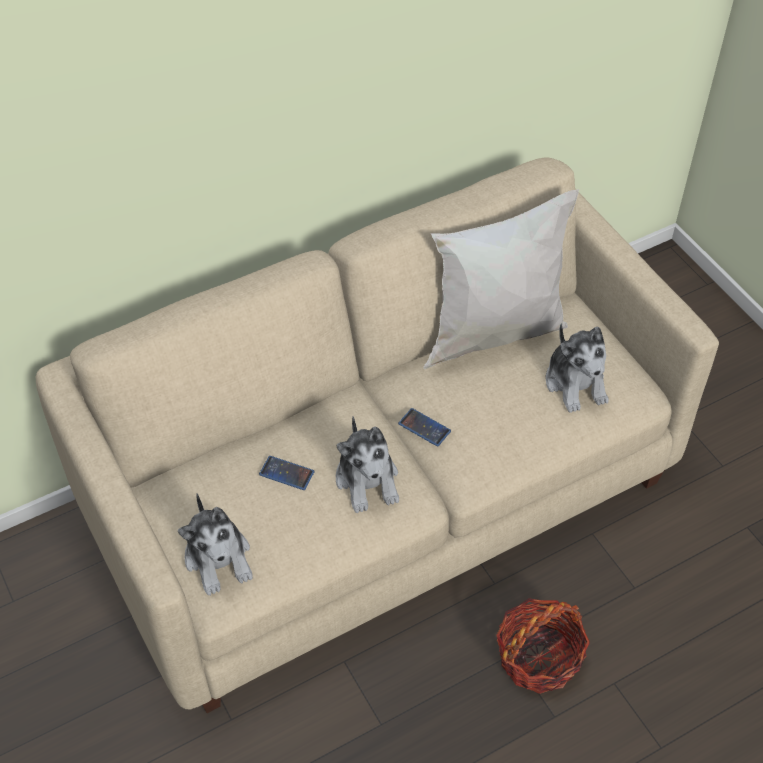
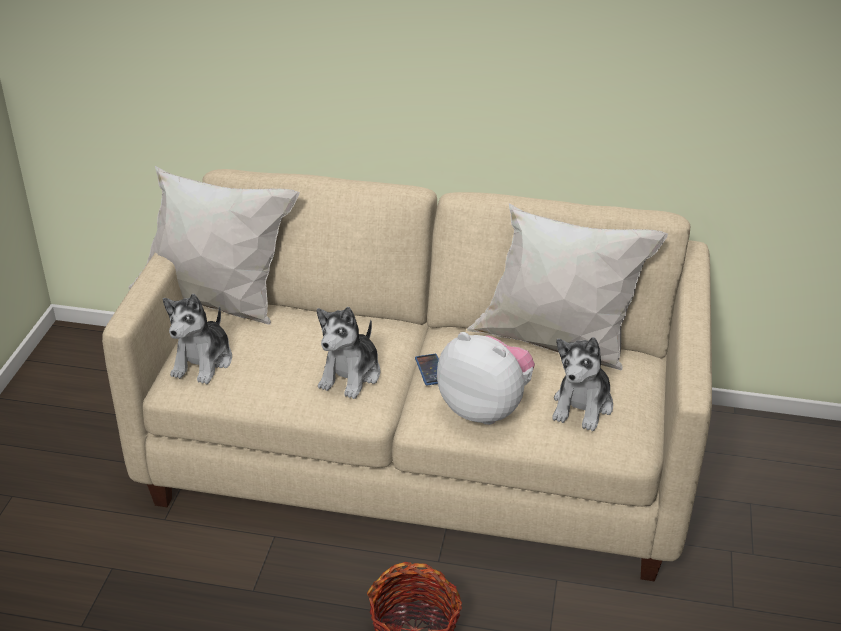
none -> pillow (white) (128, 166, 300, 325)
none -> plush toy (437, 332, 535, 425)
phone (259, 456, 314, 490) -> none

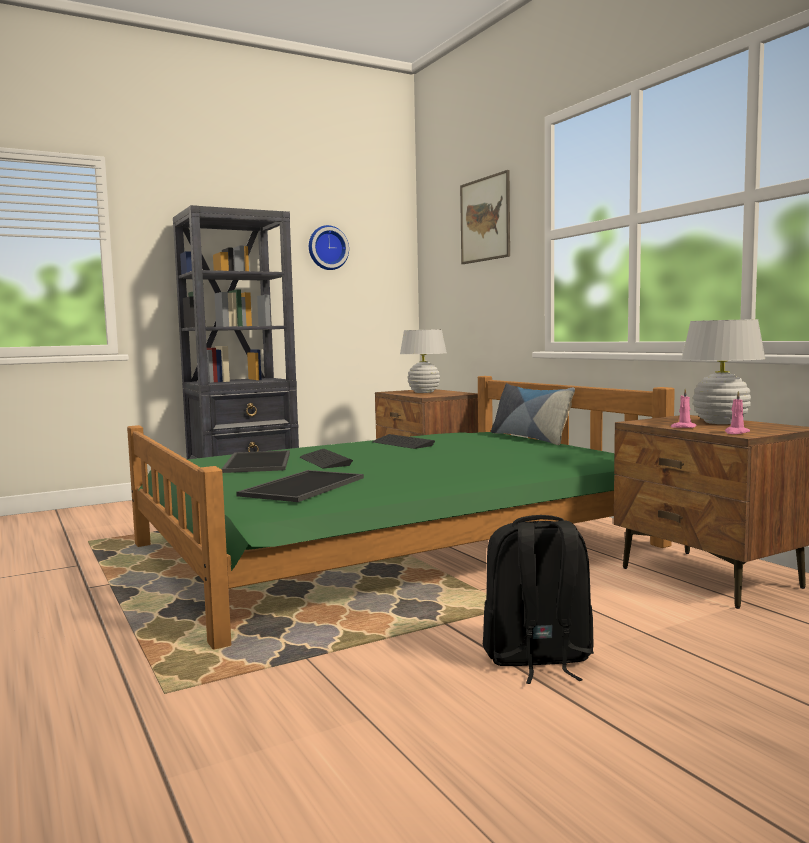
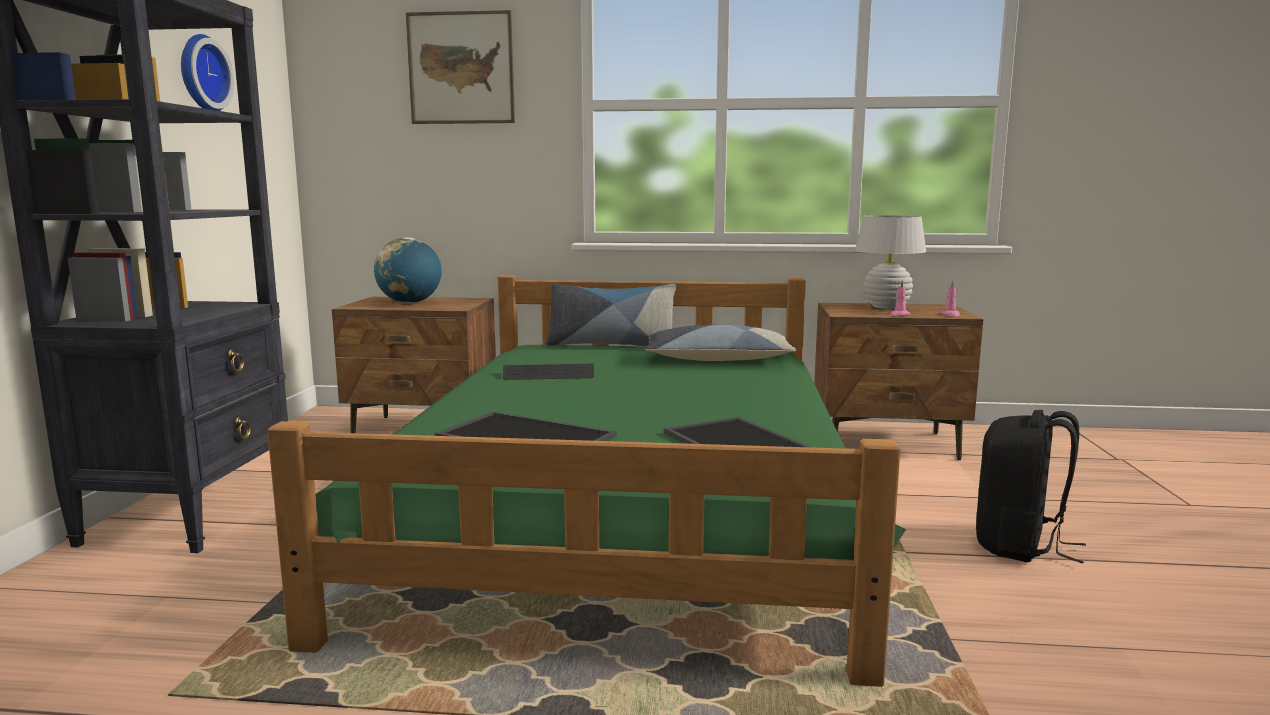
table lamp (white) (400, 329, 447, 393) -> globe (374, 237, 442, 303)
none -> pillow (645, 325, 796, 361)
keyboard (299, 449, 353, 468) -> none

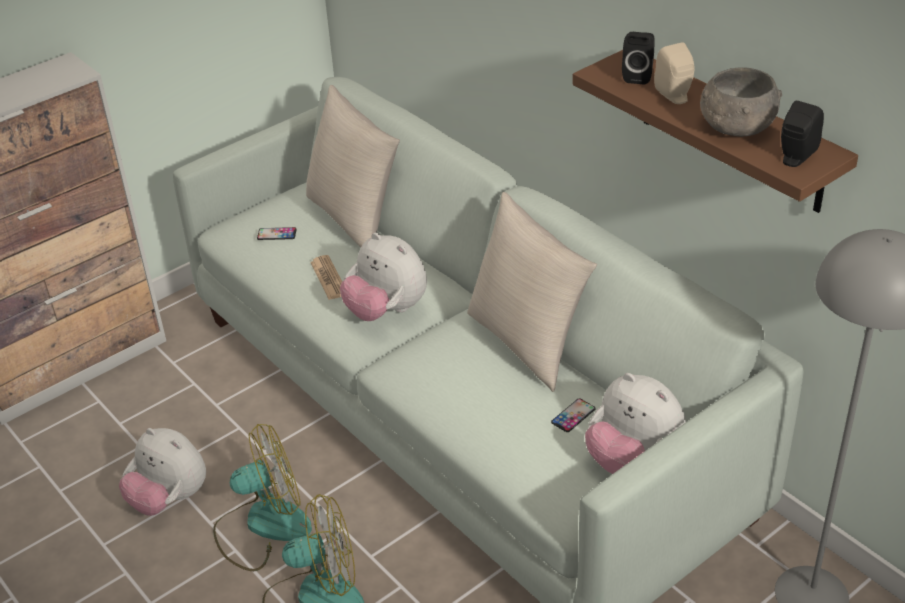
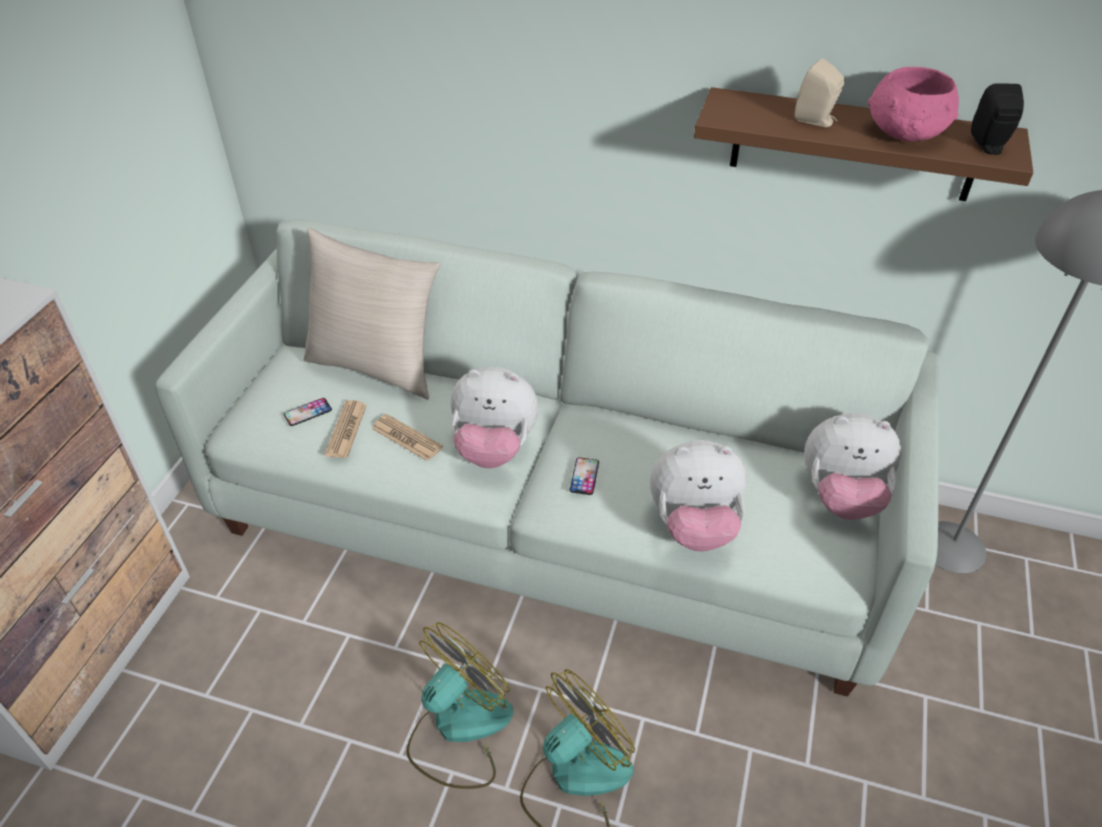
none -> newspaper (324, 400, 367, 458)
phone (551, 398, 596, 432) -> phone (570, 457, 599, 495), relocated
plush toy (119, 428, 206, 516) -> plush toy (650, 440, 747, 552), relocated
bowl (grey) (700, 67, 782, 137) -> bowl (pink) (868, 67, 959, 142)
pillow (beige) (467, 192, 597, 392) -> none
speaker (black) (622, 32, 655, 85) -> none

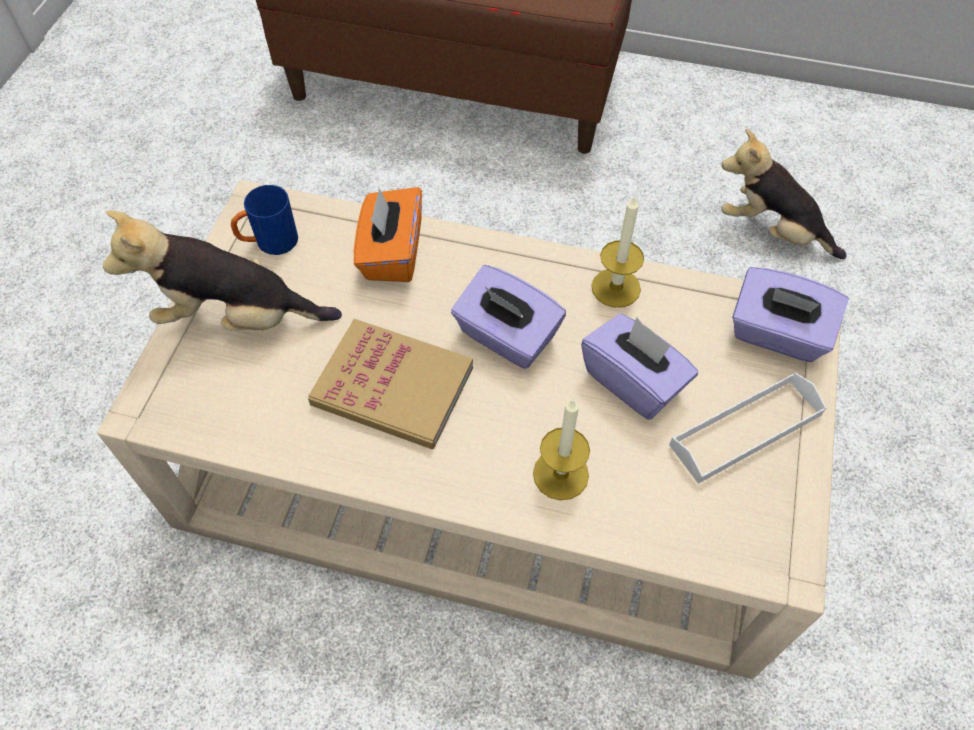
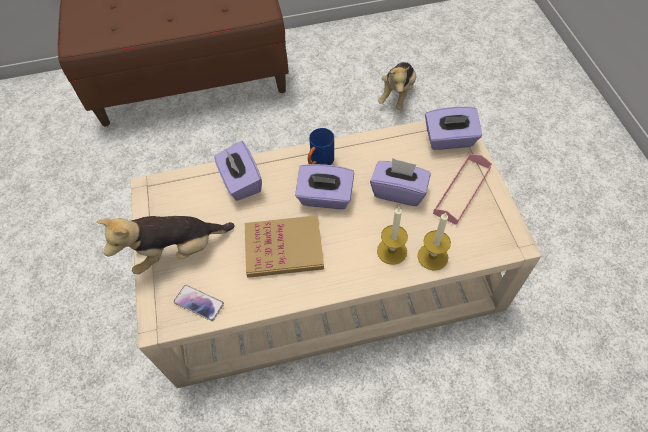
none -> phone (174, 285, 224, 321)
tissue box (orange) (354, 187, 422, 282) -> tissue box (purple) (214, 141, 262, 201)
mug (blue) (231, 185, 298, 255) -> mug (blue) (308, 128, 334, 165), relocated
plush toy (721, 129, 847, 259) -> plush toy (378, 62, 416, 110), 75 degrees counterclockwise
candle (591, 195, 644, 308) -> candle (417, 213, 451, 271), relocated
tray (white) (669, 372, 826, 484) -> tray (pink) (433, 154, 492, 225)

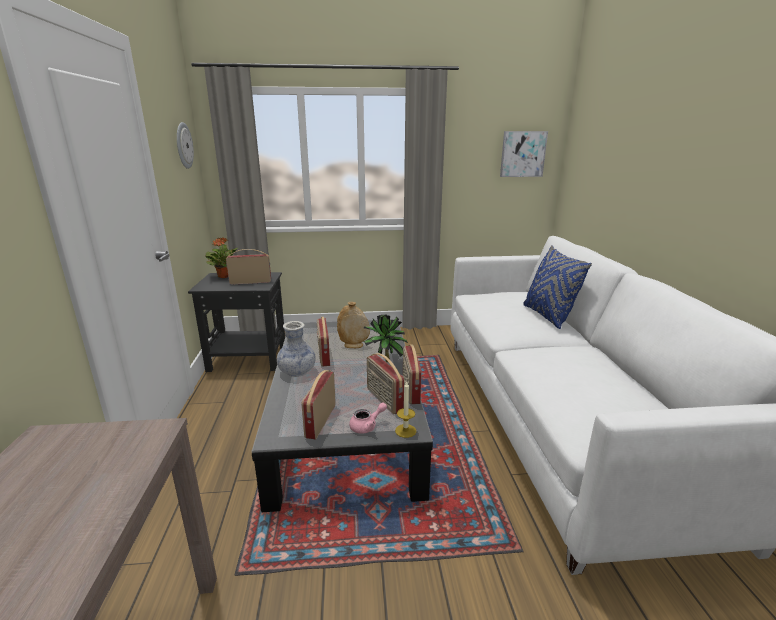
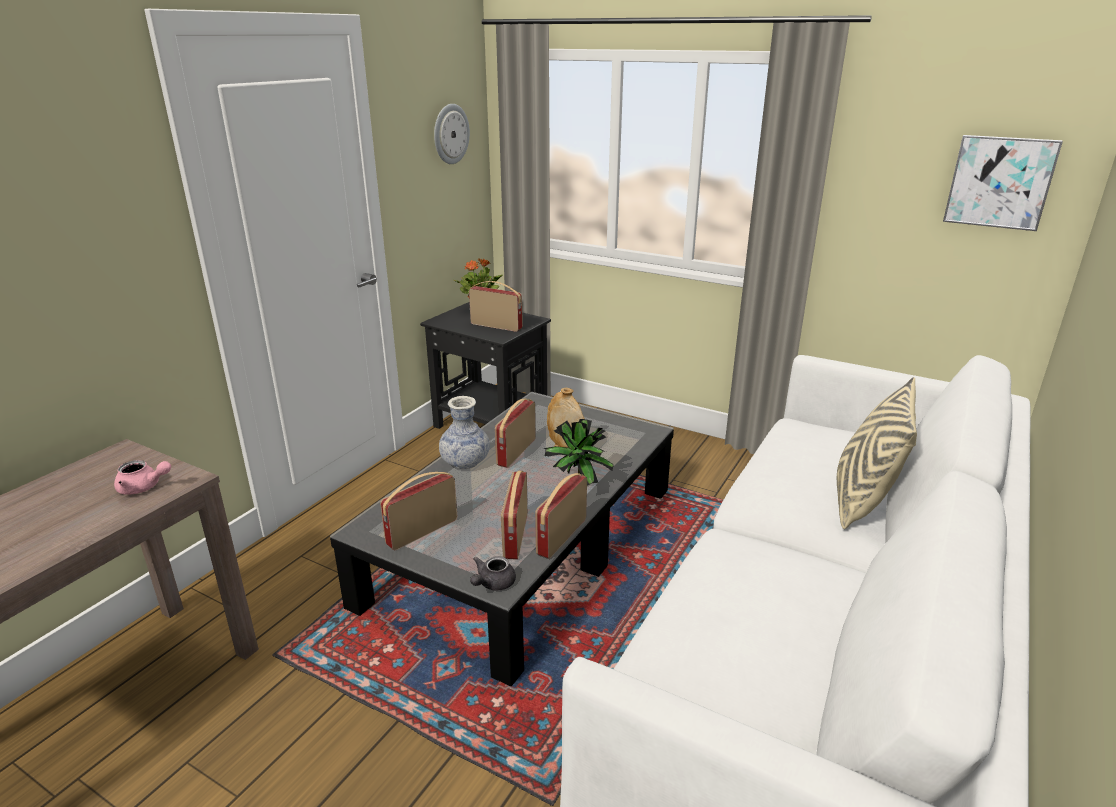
teapot (pink) (349, 403, 387, 434) -> teapot (pink) (114, 460, 171, 495), relocated
candle (395, 382, 416, 438) -> teapot (grey) (470, 556, 516, 591)
pillow (blue) (523, 245, 592, 329) -> pillow (beige) (837, 377, 917, 529)

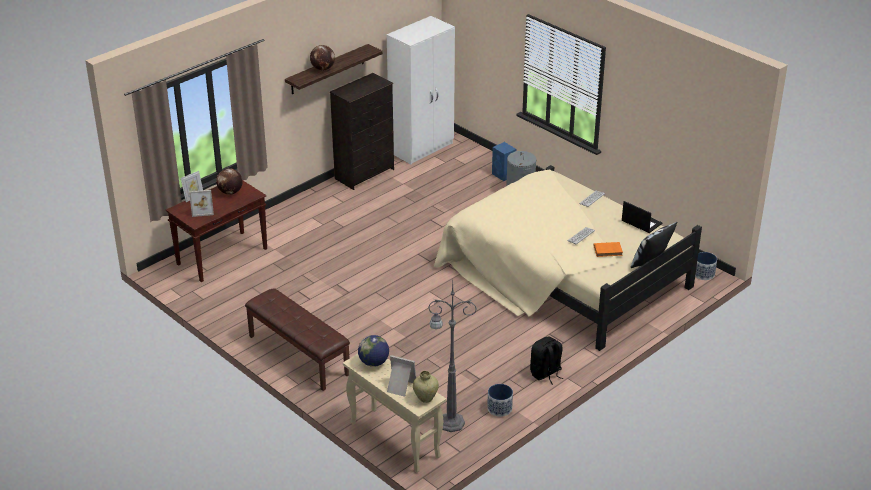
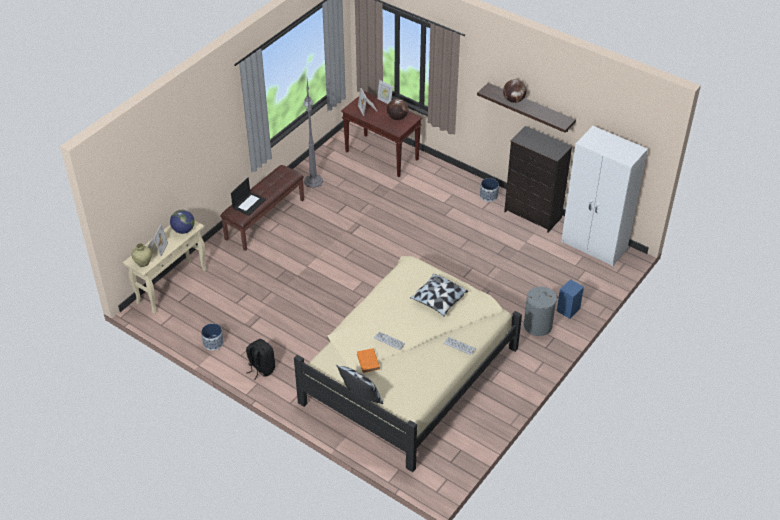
laptop (622, 201, 662, 233) -> laptop (231, 178, 266, 216), relocated
floor lamp (grey) (428, 282, 477, 432) -> floor lamp (grey) (304, 80, 323, 188), relocated
none -> pillow (410, 273, 468, 316)
planter (695, 252, 717, 280) -> planter (480, 178, 499, 202), relocated

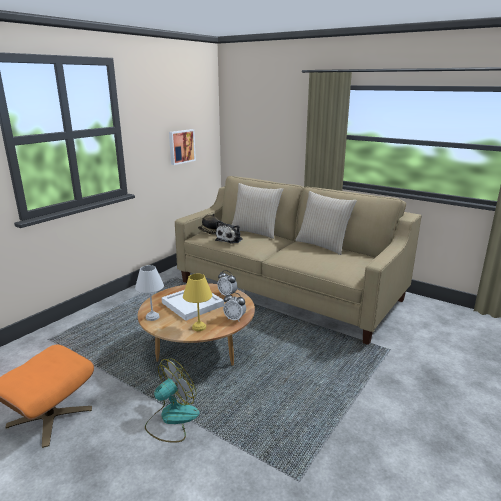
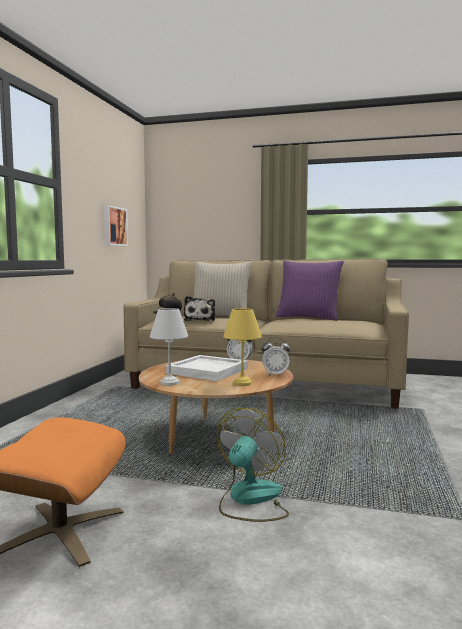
pillow (beige) (295, 191, 357, 255) -> pillow (purple) (276, 261, 344, 321)

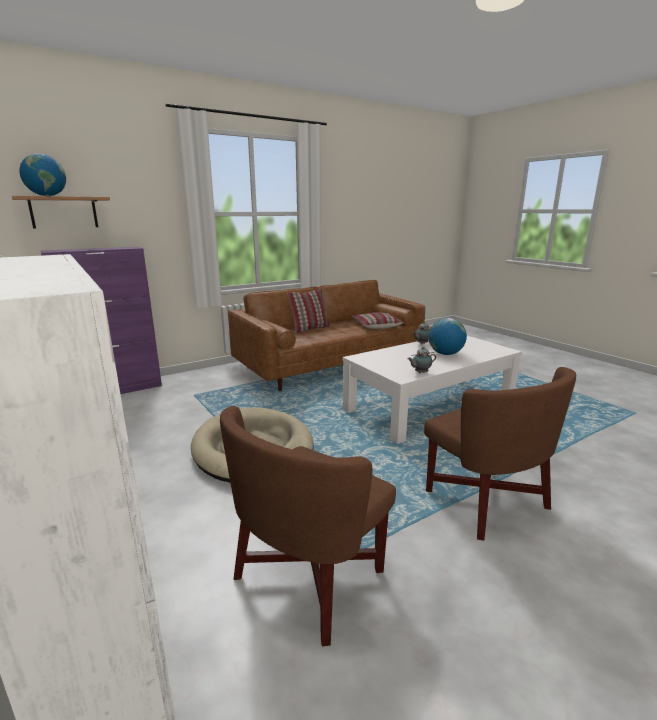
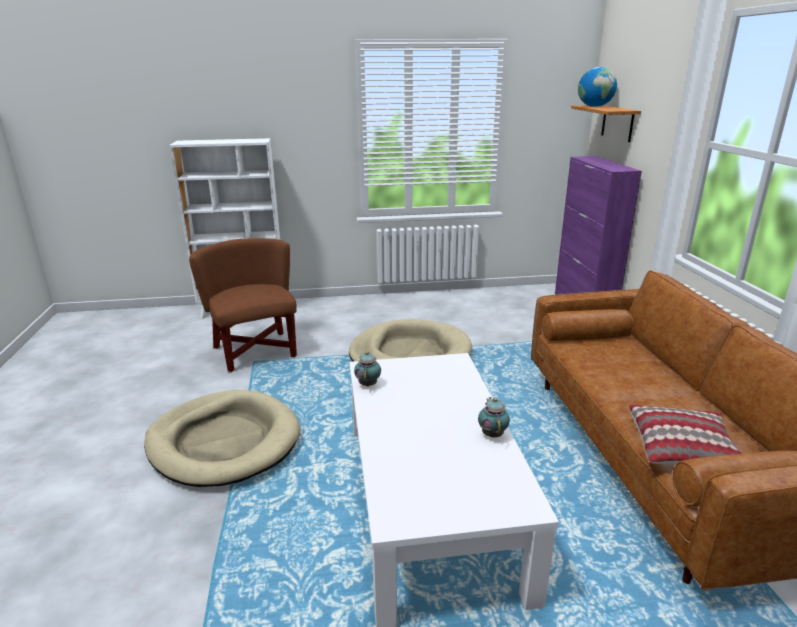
armchair (brown) (424, 367, 576, 541) -> dog bed (beige) (144, 390, 300, 487)
pillow (287, 288, 330, 333) -> none
globe (428, 318, 467, 355) -> none

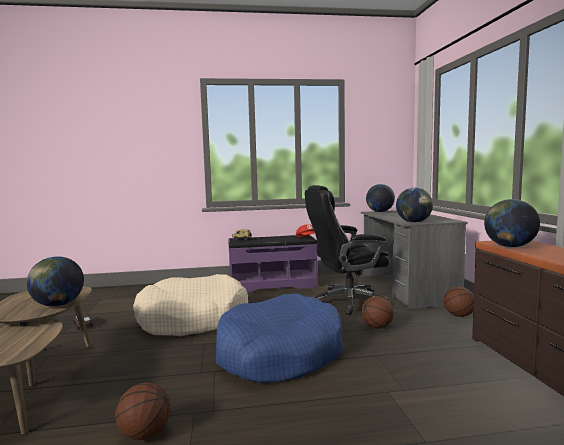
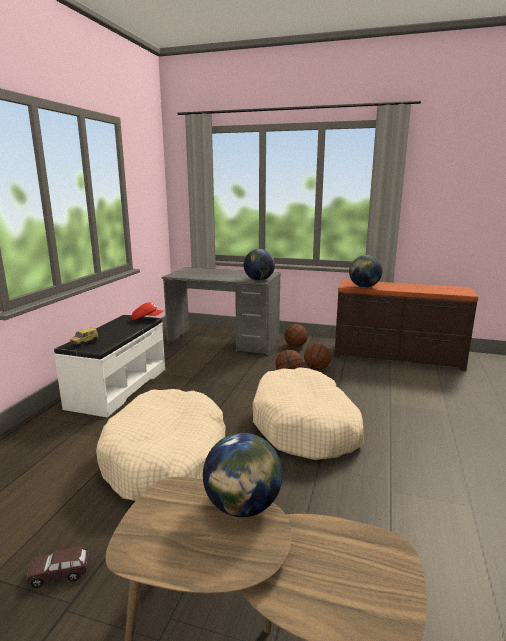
bench (purple) (228, 235, 318, 292) -> bench (white) (54, 315, 165, 418)
dog bed (blue) (216, 293, 343, 384) -> dog bed (beige) (253, 367, 364, 460)
basketball (115, 383, 171, 440) -> basketball (304, 344, 331, 370), relocated
office chair (black) (305, 185, 390, 316) -> none
globe (366, 184, 395, 212) -> none

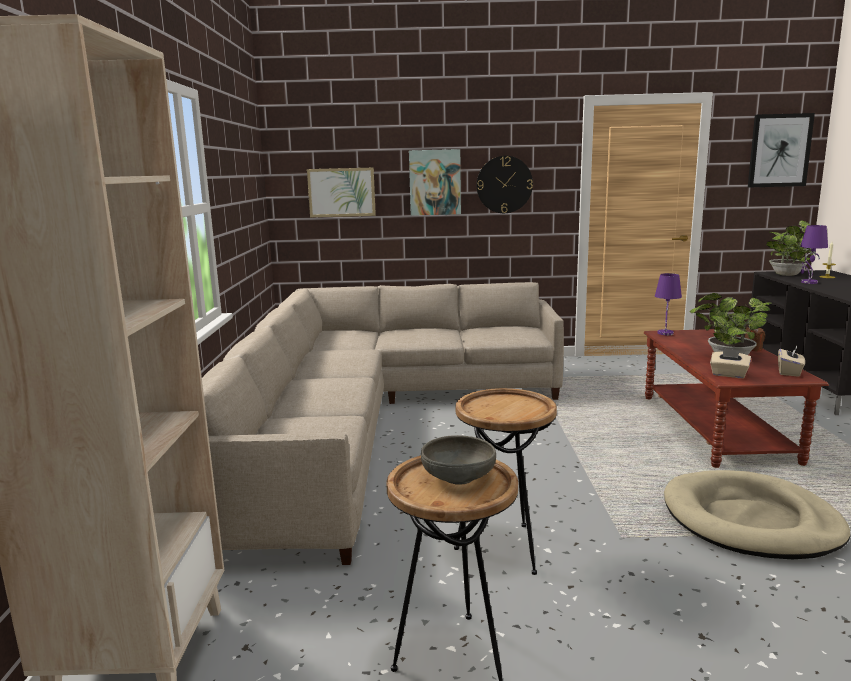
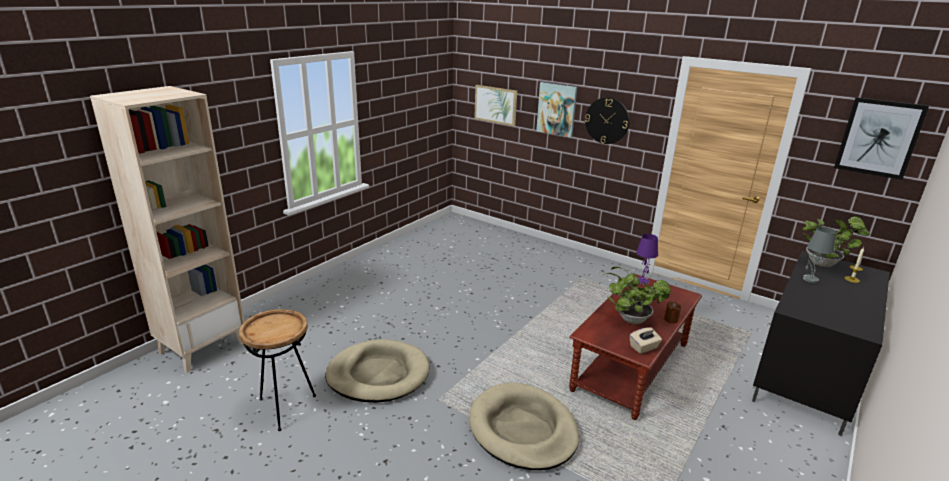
side table (brown) (454, 388, 557, 575) -> dog bed (beige) (325, 339, 429, 403)
table lamp (purple) (800, 225, 828, 284) -> table lamp (grey) (803, 227, 836, 283)
sofa (beige) (202, 282, 564, 565) -> none
bowl (grey) (421, 435, 496, 485) -> none
tissue box (beige) (710, 348, 751, 378) -> none

